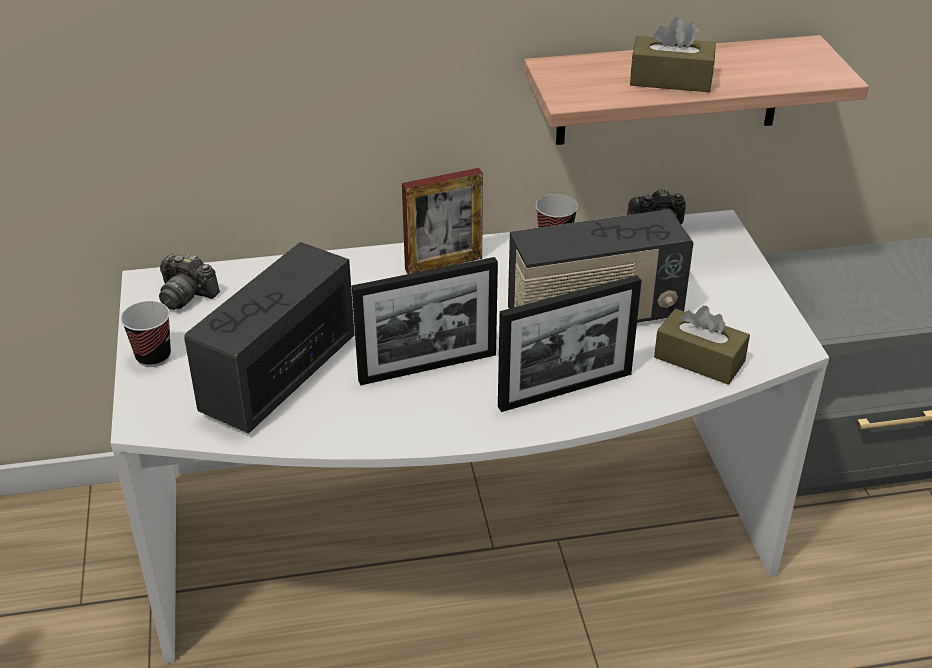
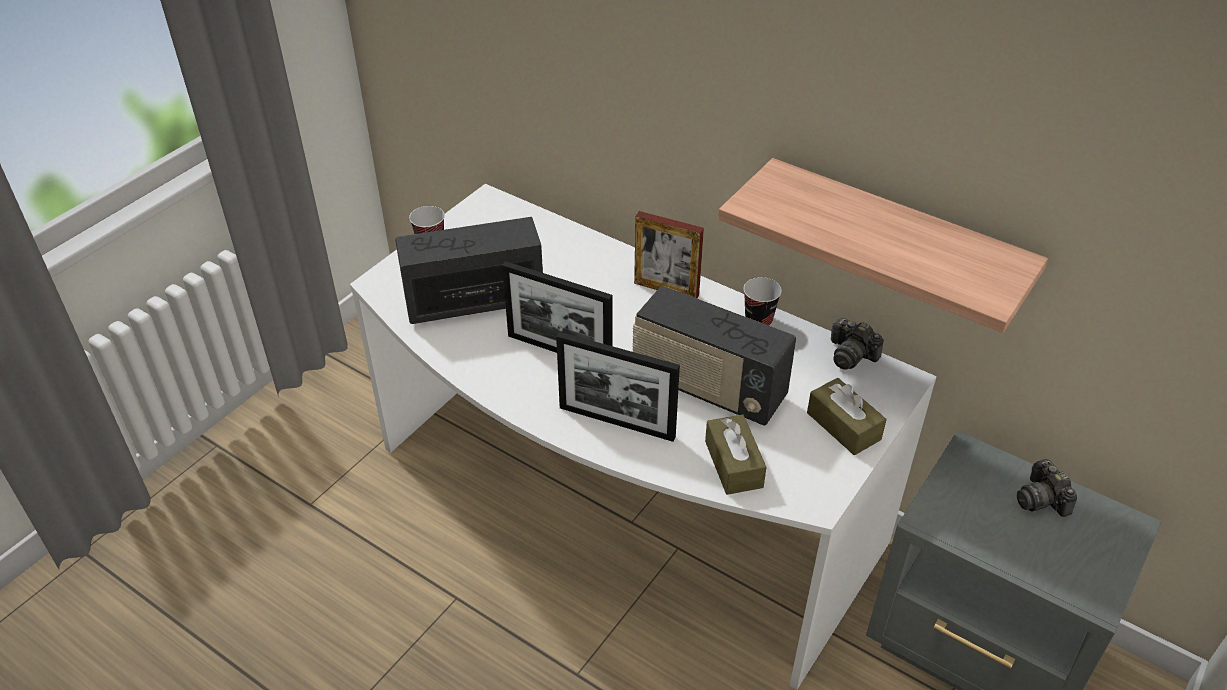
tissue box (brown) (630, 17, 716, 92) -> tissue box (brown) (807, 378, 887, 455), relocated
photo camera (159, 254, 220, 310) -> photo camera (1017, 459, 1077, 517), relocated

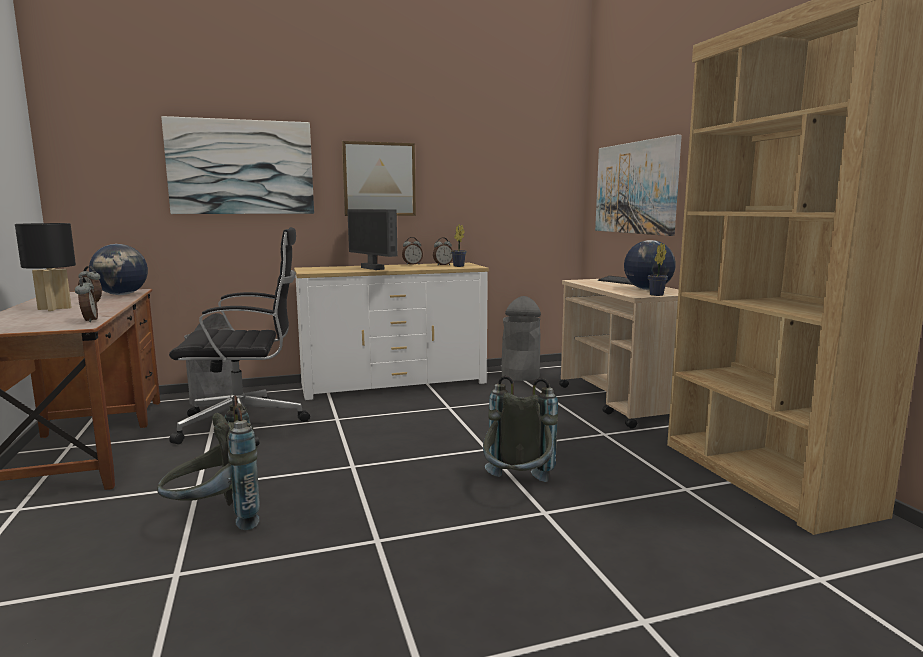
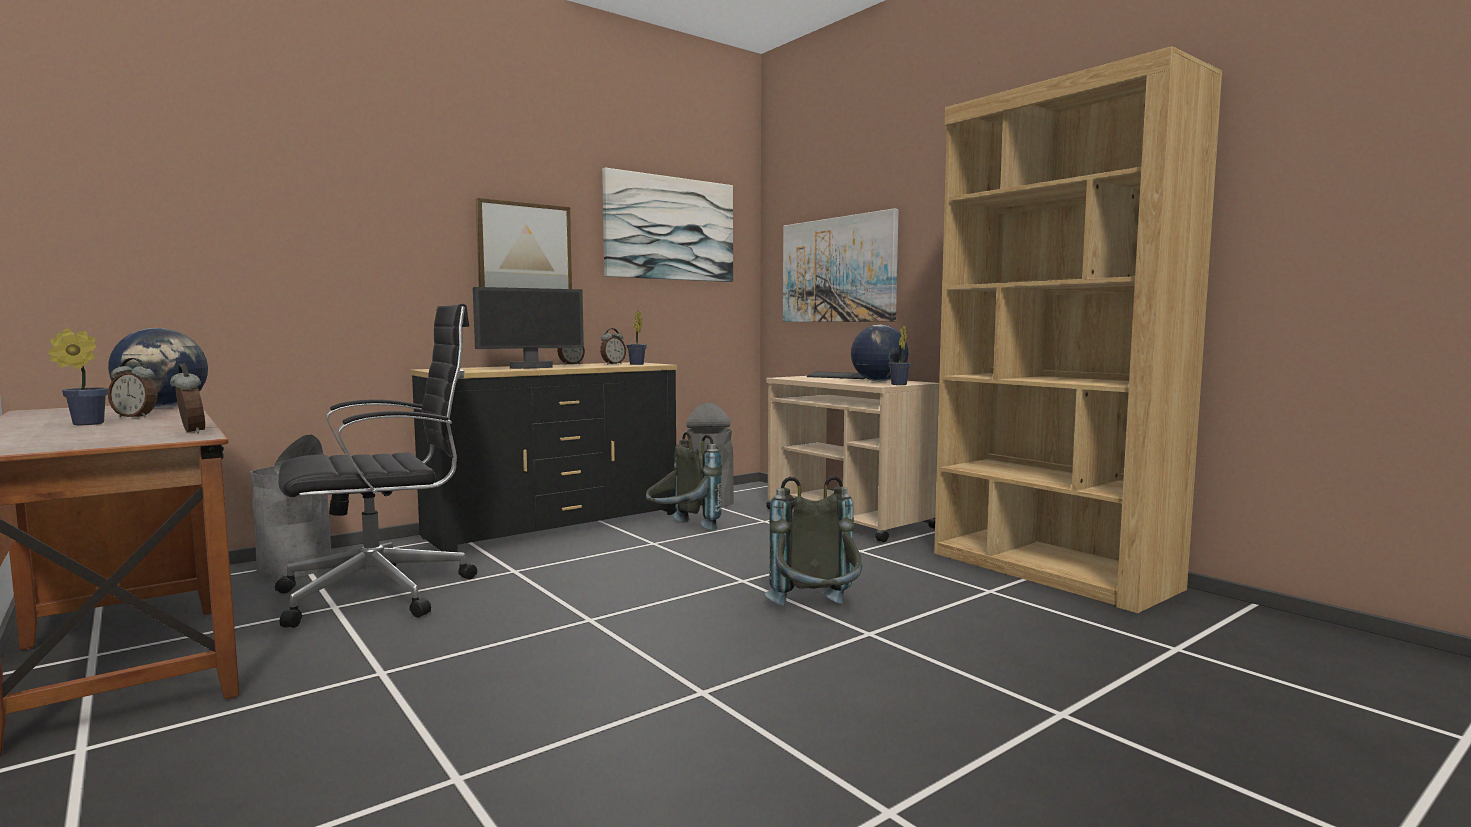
table lamp (black) (15, 223, 76, 311) -> potted plant (48, 328, 108, 425)
dresser (white) (294, 263, 489, 400) -> dresser (black) (410, 362, 677, 552)
monitor (347, 209, 397, 270) -> monitor (473, 287, 584, 369), 60 degrees counterclockwise
picture (161, 116, 314, 214) -> picture (602, 167, 733, 282), relocated
backpack (grey) (157, 395, 260, 530) -> backpack (grey) (646, 432, 722, 530), relocated

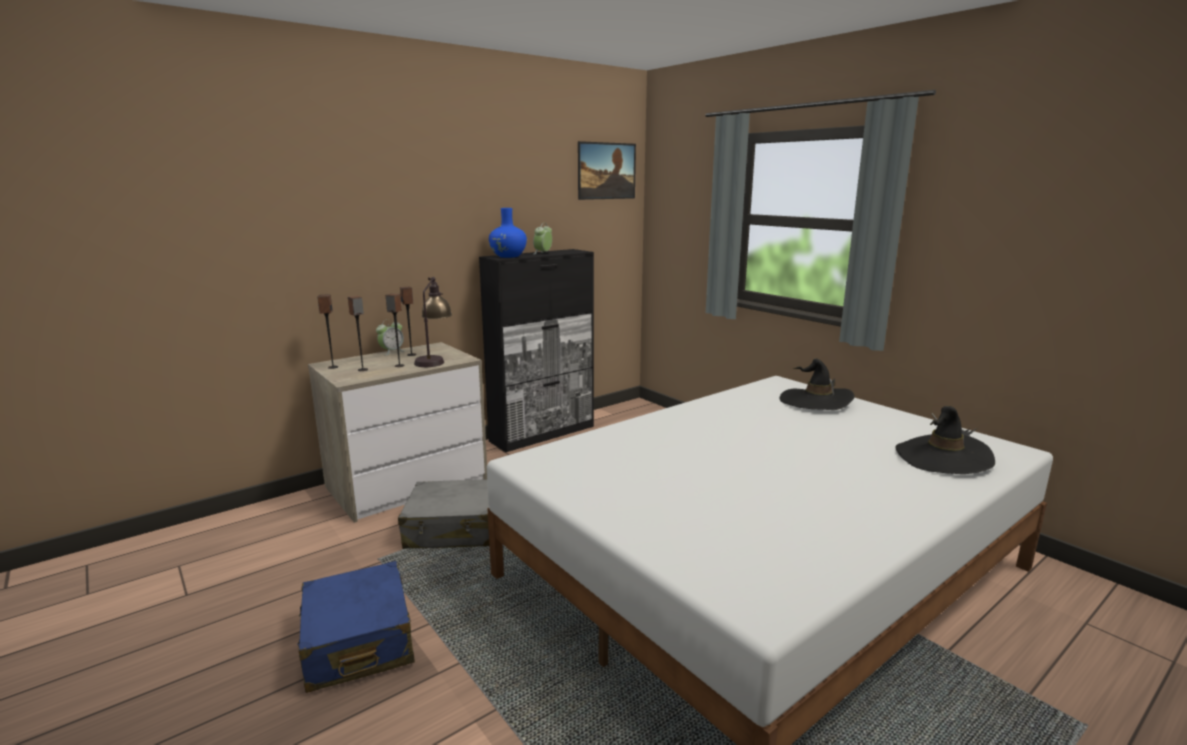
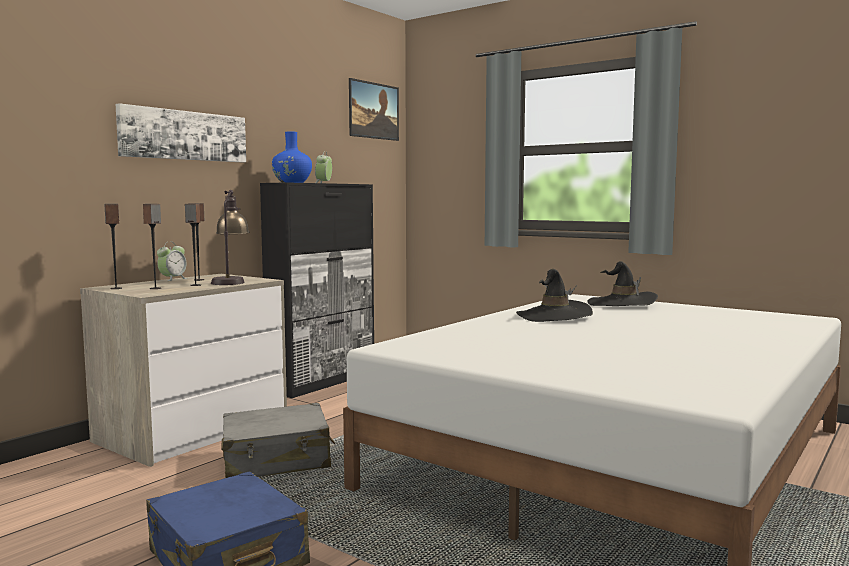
none -> picture (115, 103, 246, 162)
hat (black) (896, 406, 995, 474) -> hat (black) (516, 269, 593, 322), relocated

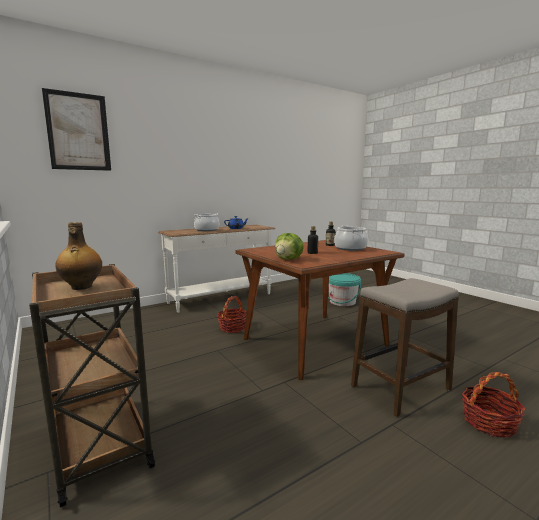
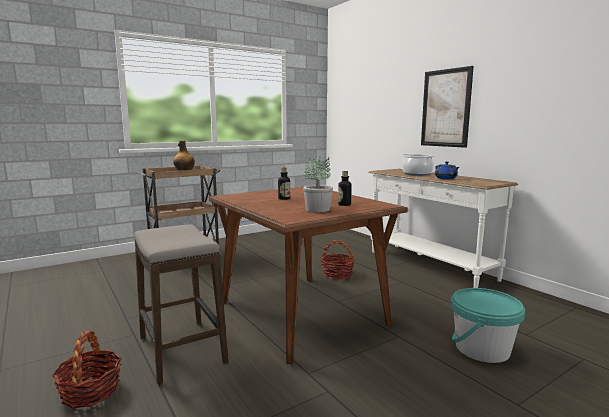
cooking pot (334, 225, 368, 251) -> potted plant (303, 157, 333, 212)
picture (42, 88, 111, 171) -> picture (421, 66, 474, 148), relocated
lettuce (275, 233, 304, 260) -> none

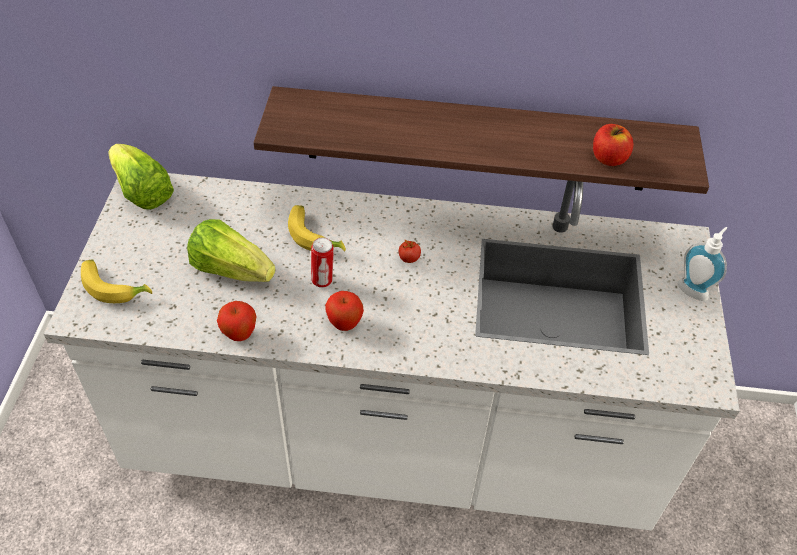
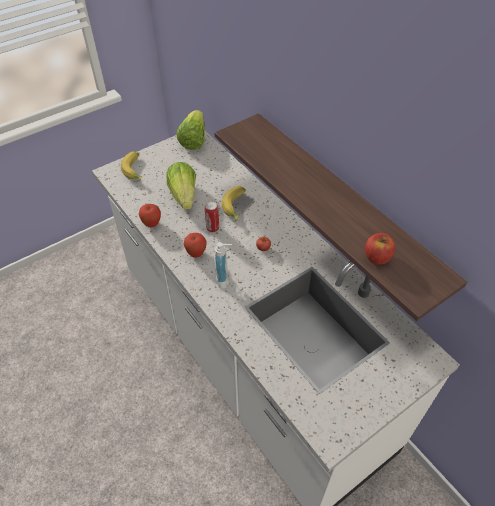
soap dispenser (678, 227, 727, 301) -> soap dispenser (214, 242, 232, 289), relocated

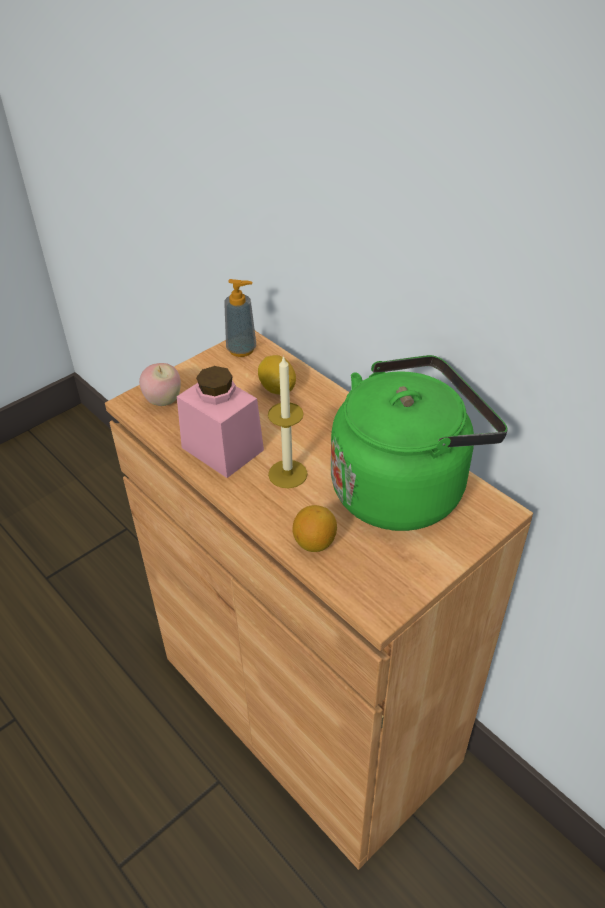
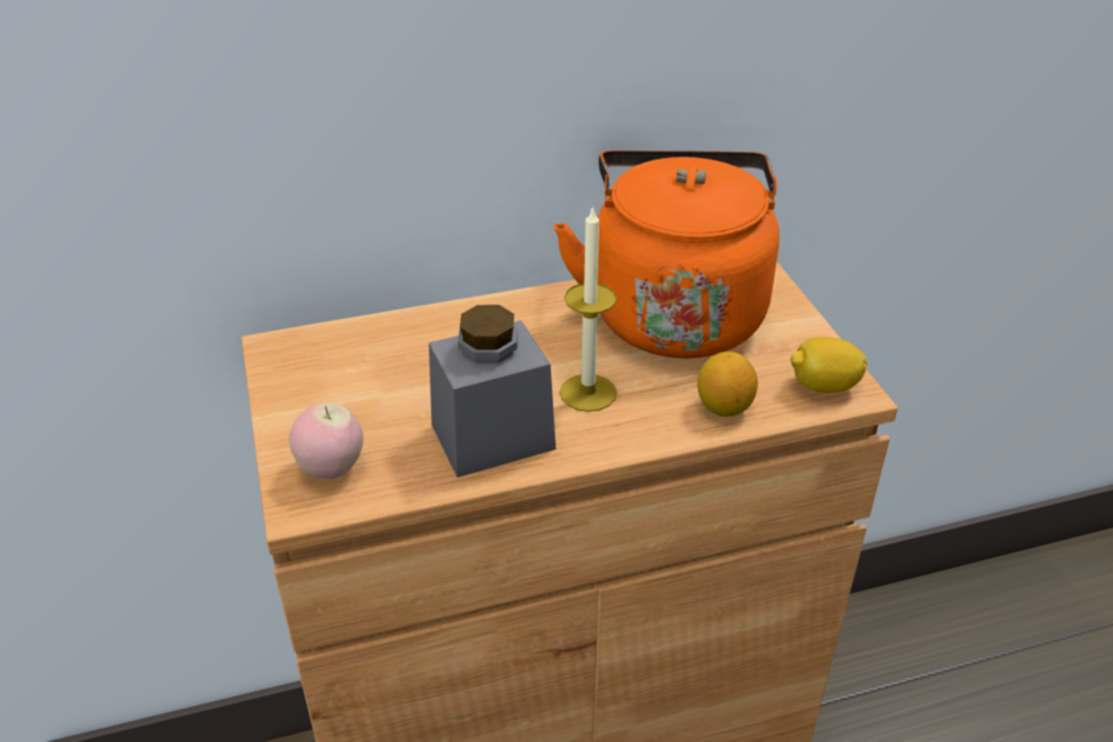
jar (pink) (177, 366, 264, 478) -> jar (grey) (429, 305, 556, 478)
kettle (green) (331, 355, 508, 531) -> kettle (orange) (554, 150, 779, 358)
lemon (258, 355, 296, 395) -> lemon (791, 337, 867, 393), relocated
soap dispenser (224, 279, 256, 357) -> none

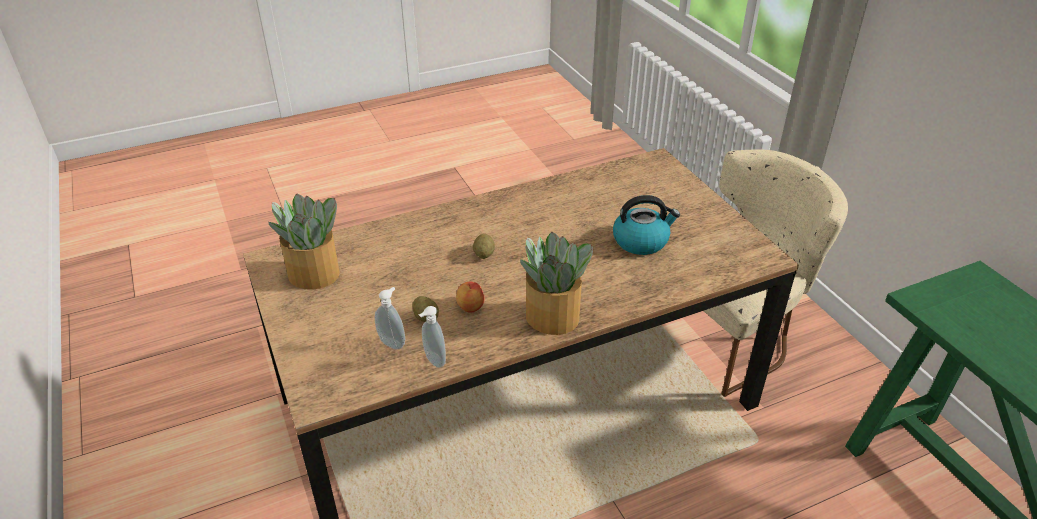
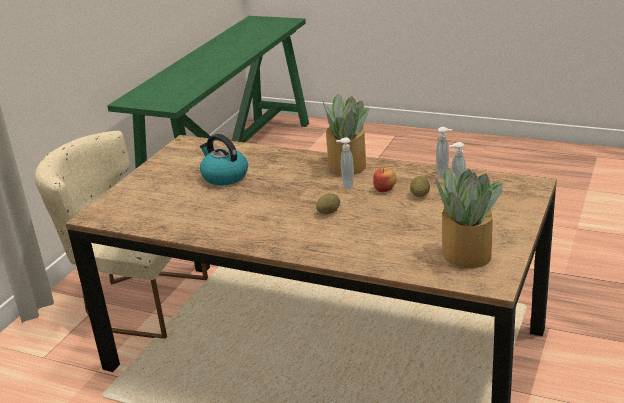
none -> soap dispenser (336, 137, 354, 190)

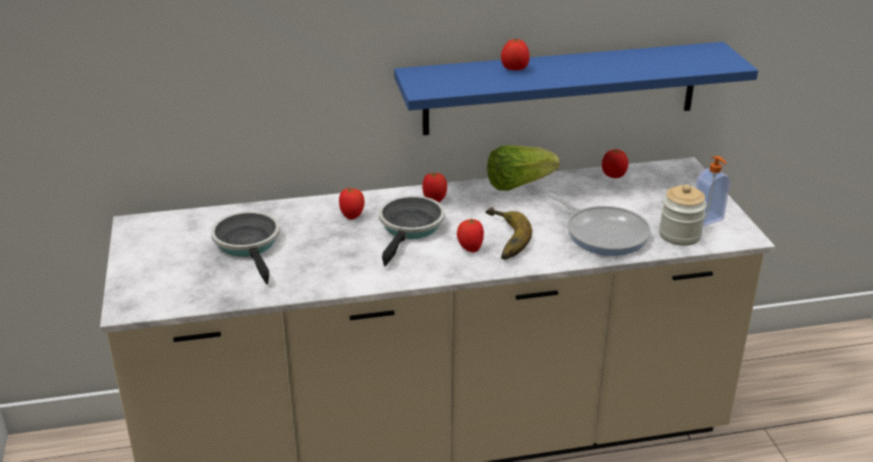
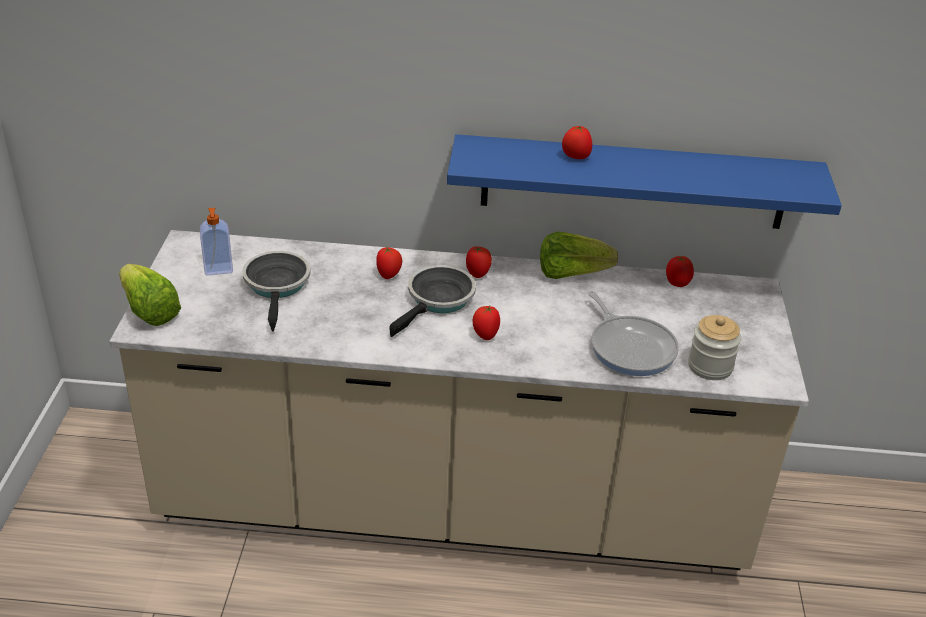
none -> lettuce (119, 264, 181, 326)
soap dispenser (695, 156, 730, 226) -> soap dispenser (200, 208, 233, 275), relocated
banana (486, 207, 532, 260) -> none

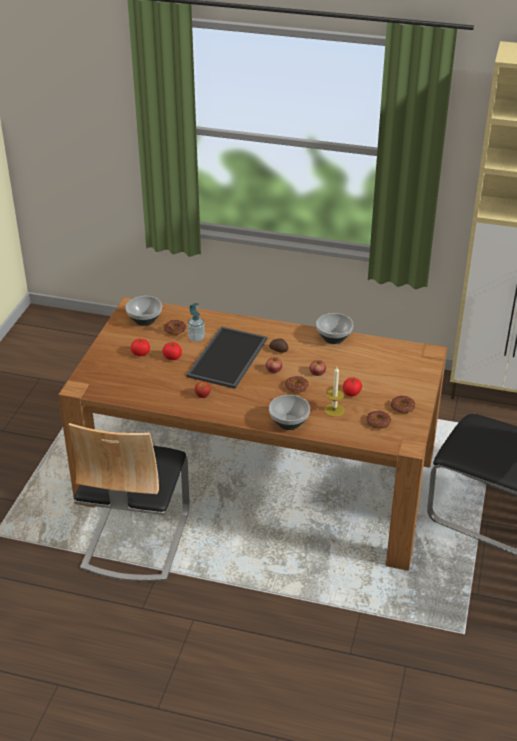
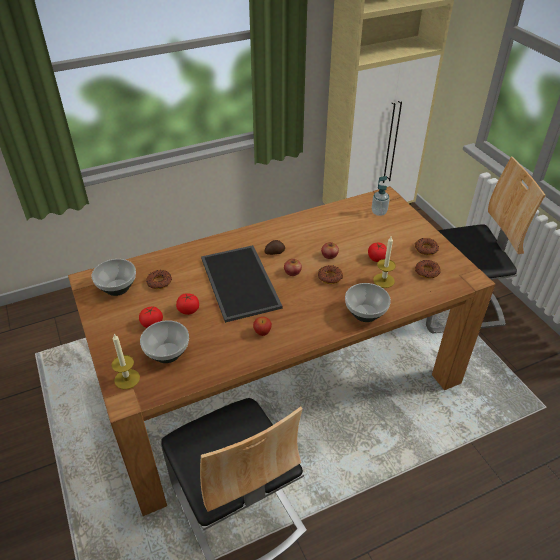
none -> candle (111, 334, 140, 389)
bowl (316, 313, 353, 344) -> bowl (140, 320, 189, 363), relocated
soap dispenser (188, 303, 205, 342) -> soap dispenser (372, 176, 390, 216), relocated

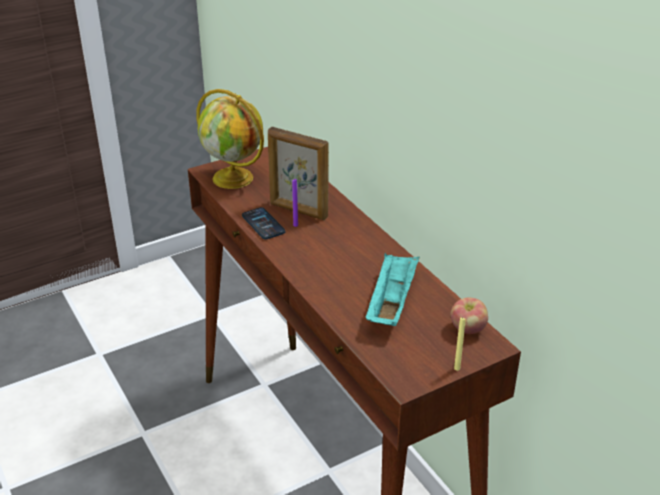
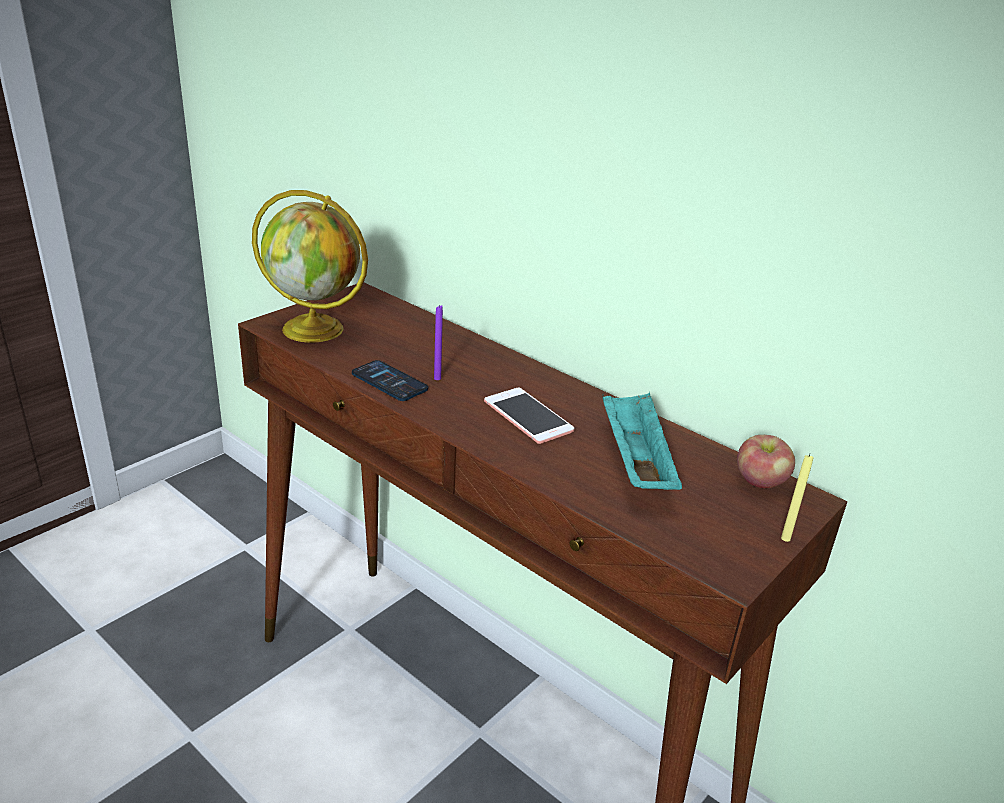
none -> phone (484, 387, 574, 444)
picture frame (268, 127, 329, 220) -> none

